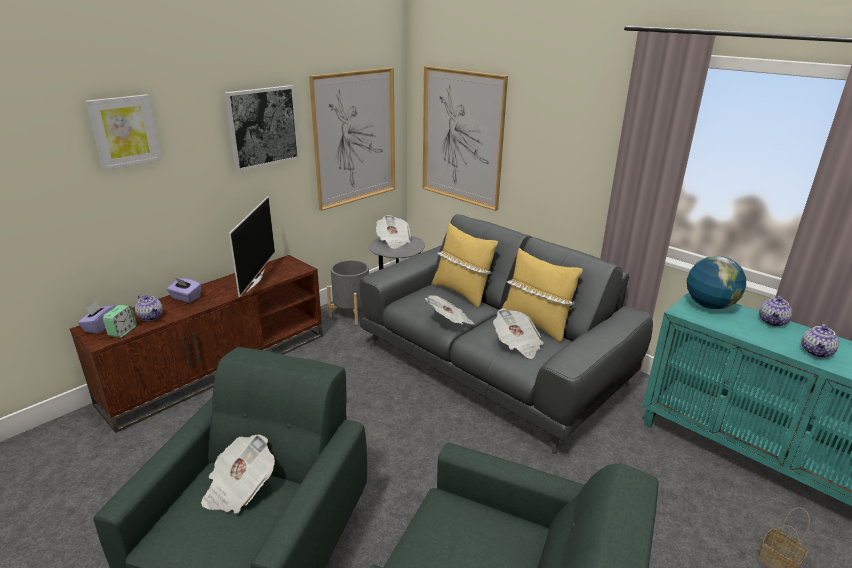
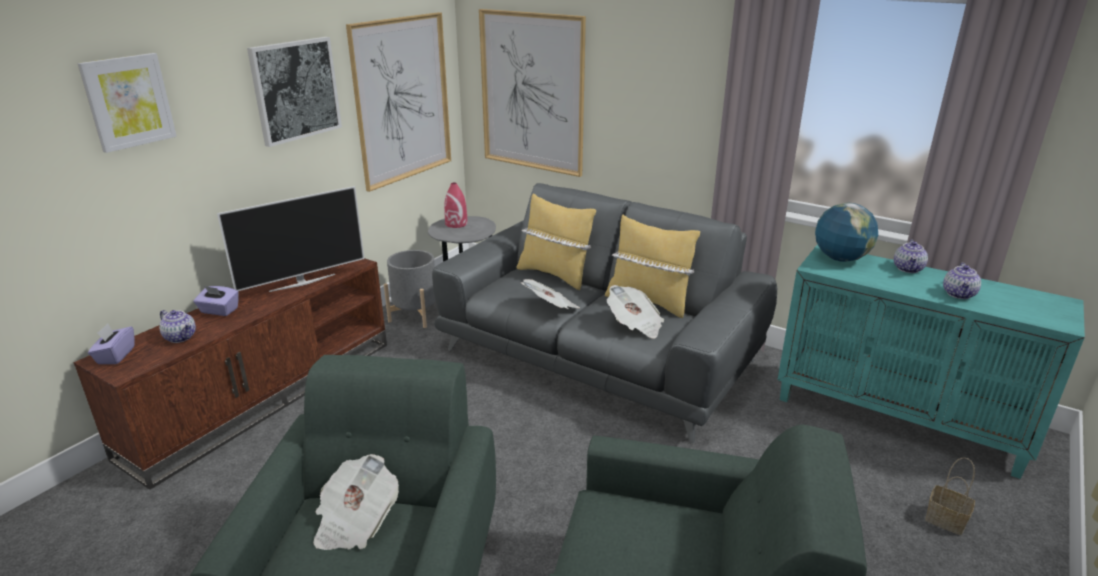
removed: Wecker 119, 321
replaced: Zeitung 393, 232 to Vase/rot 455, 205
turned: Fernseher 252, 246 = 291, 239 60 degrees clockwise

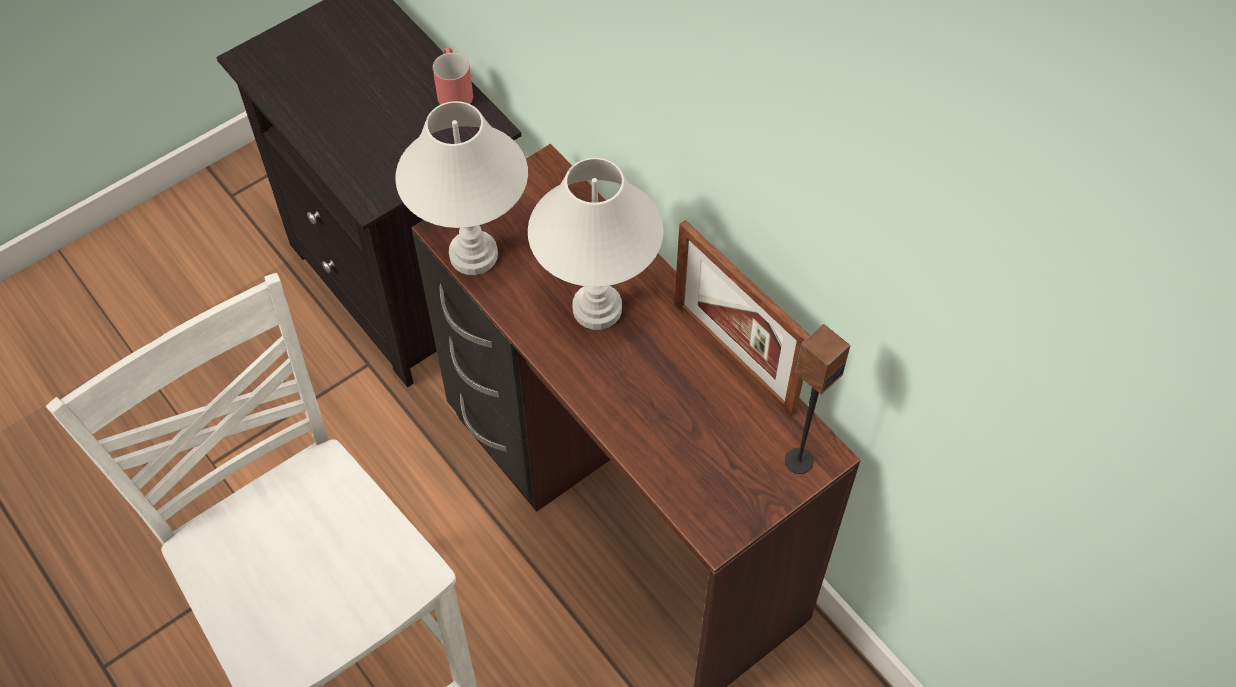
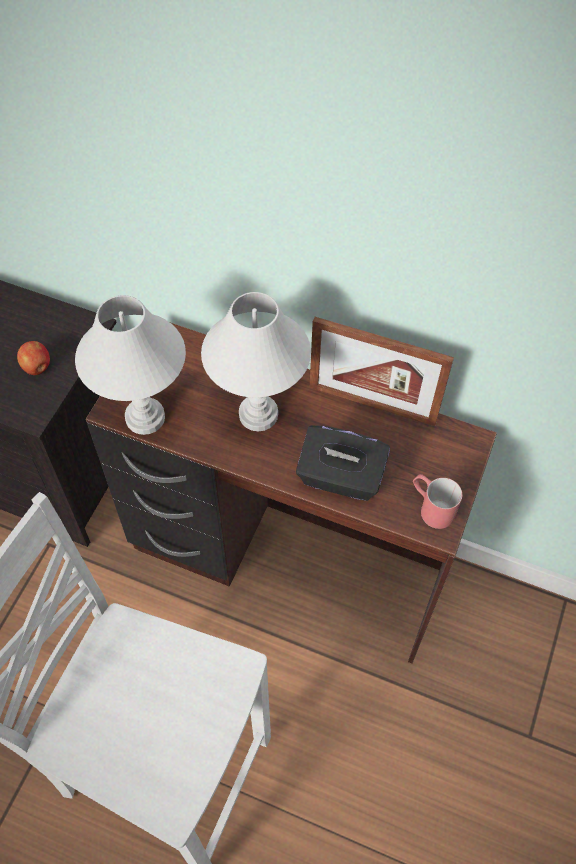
removed: Lautsprecher 817, 399
added: Apfel 33, 358; Taschentuchbox/schwarz 343, 463
moved: Henkelbecher/rot 453, 76 to 437, 501

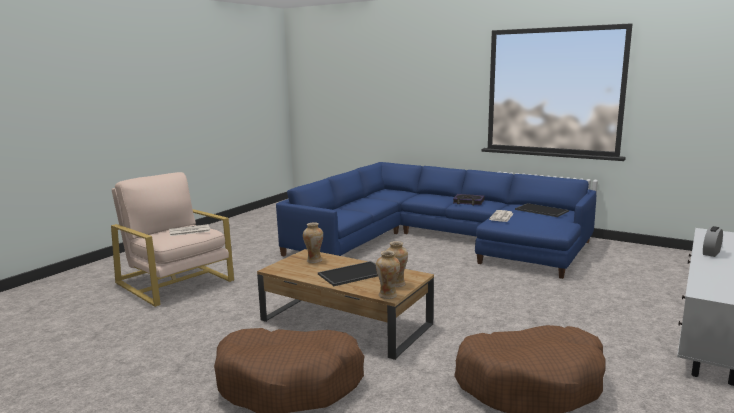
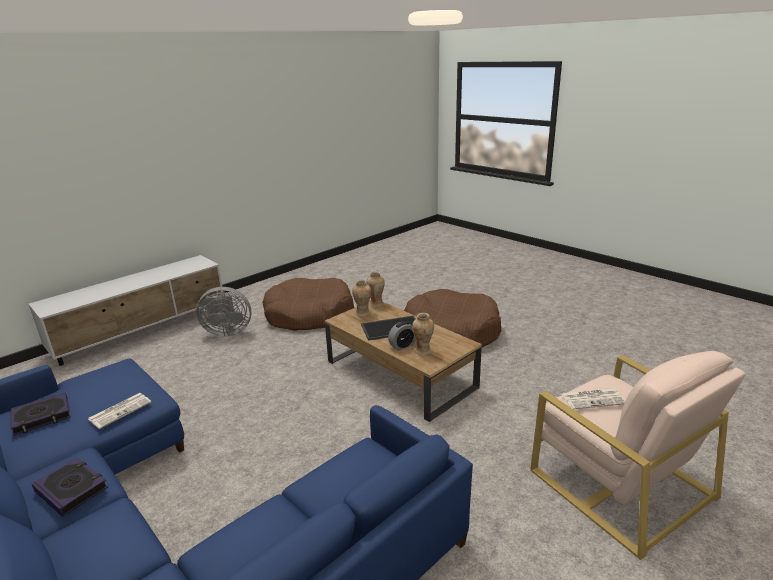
added: Ventilator/grau 223, 312
moved: Wecker 713, 241 to 402, 336
replaced: Tablett 542, 210 to Buch 41, 413

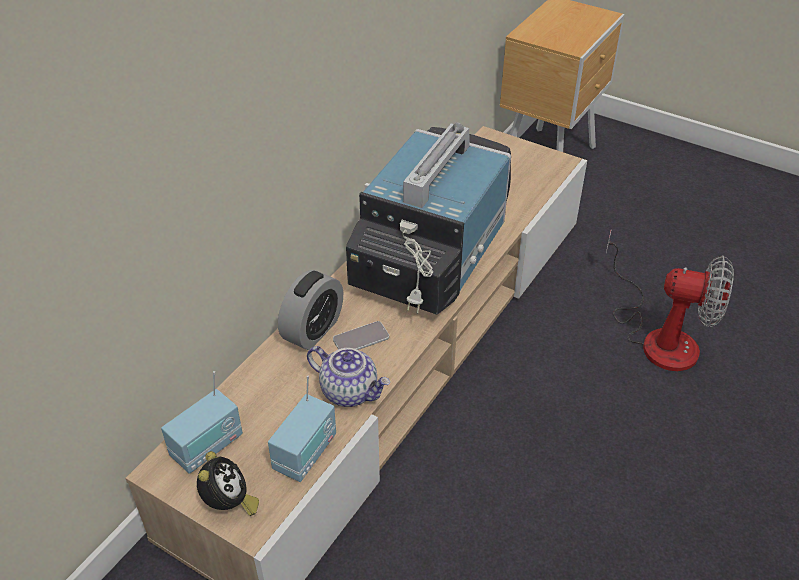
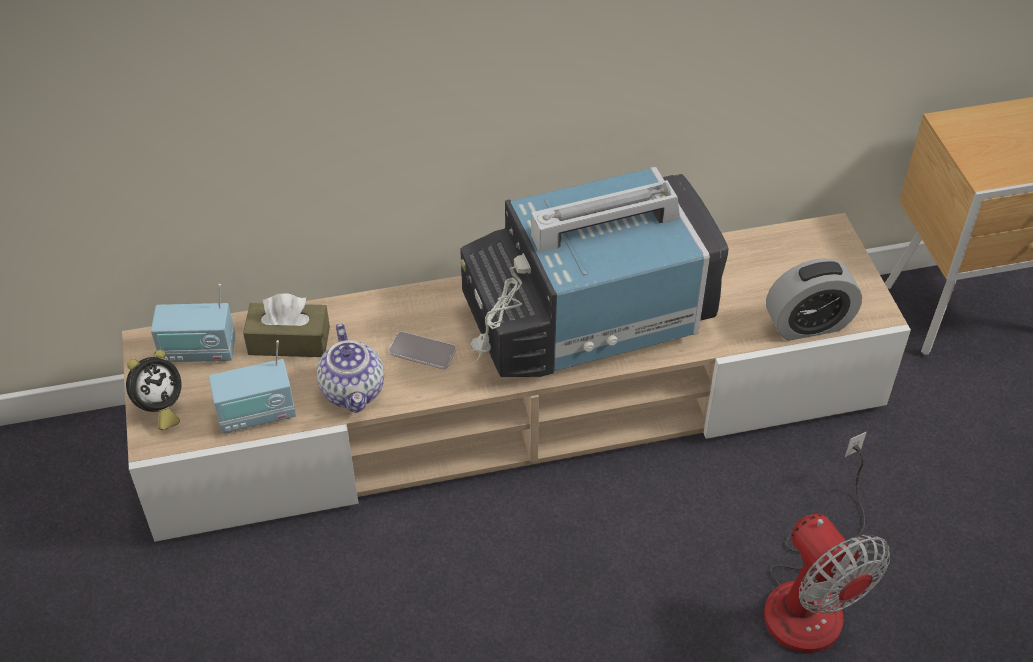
added: Taschentuchbox/braun 286, 325
moved: Wecker 310, 310 to 814, 299

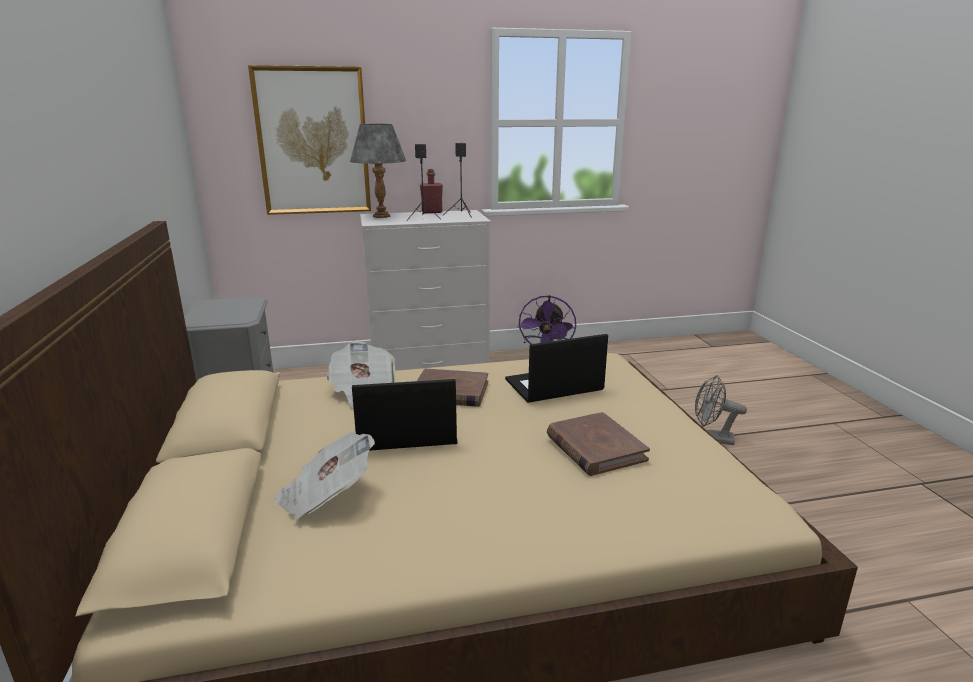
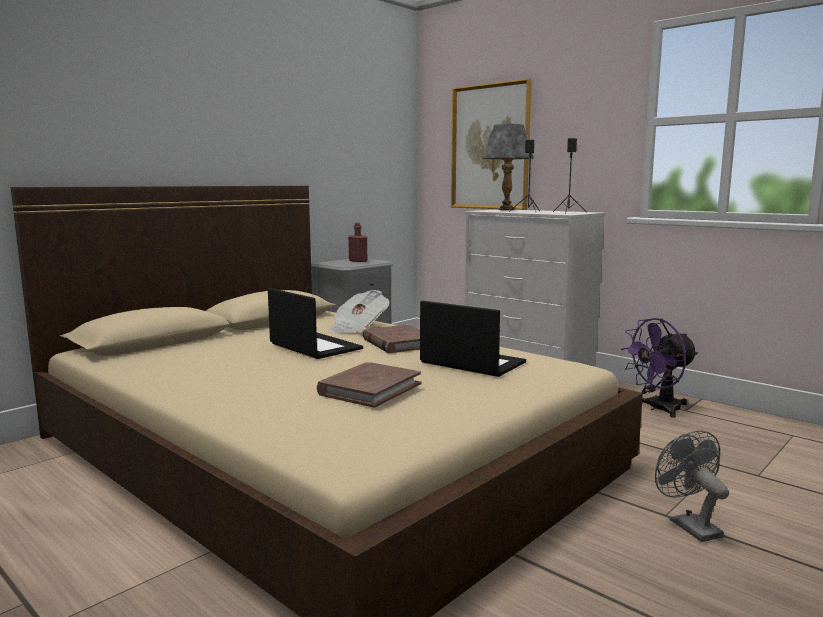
removed: Zeitung 325, 476
moved: Flasche/rot 431, 191 to 357, 242

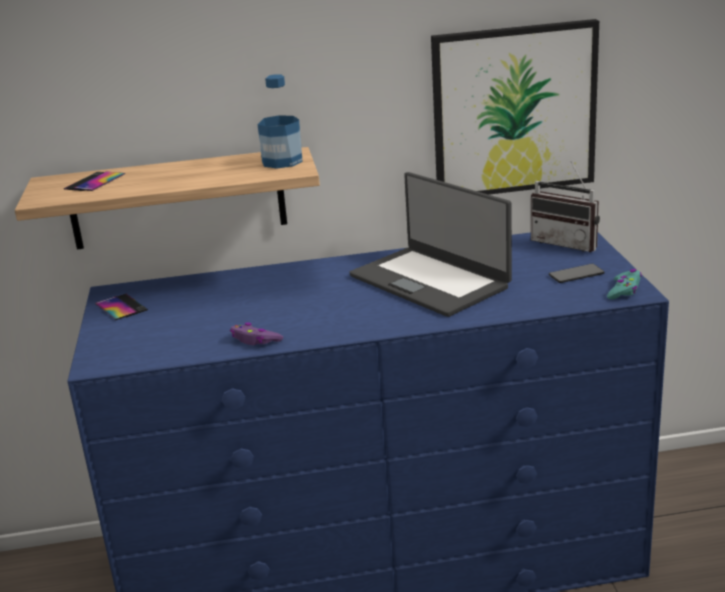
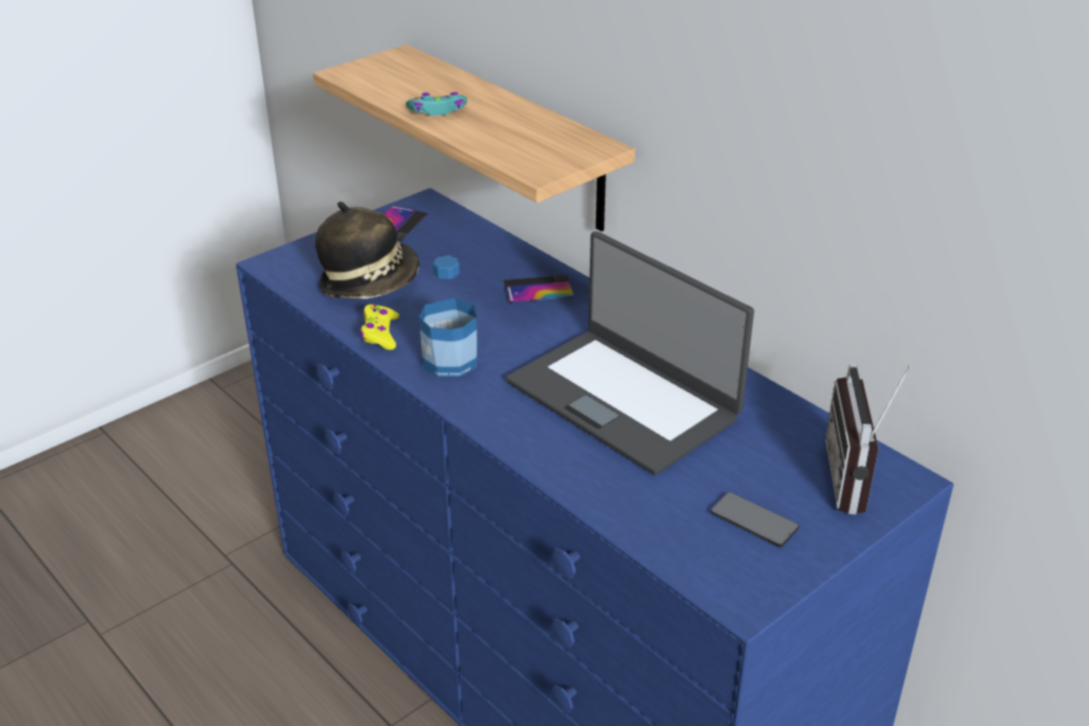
removed: Bild 515, 107
added: Hut 367, 250
moved: Handy 94, 181 to 539, 289; Flasche 280, 121 to 448, 316; Gamepad/türkis 624, 284 to 436, 104
recoloured: Gamepad/lila 256, 334 to Gamepad/gelb 379, 327
turned: Laptop 430, 244 = 630, 353 60 degrees counterclockwise

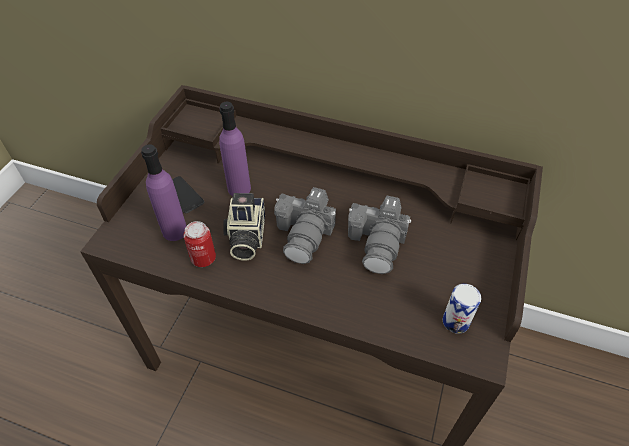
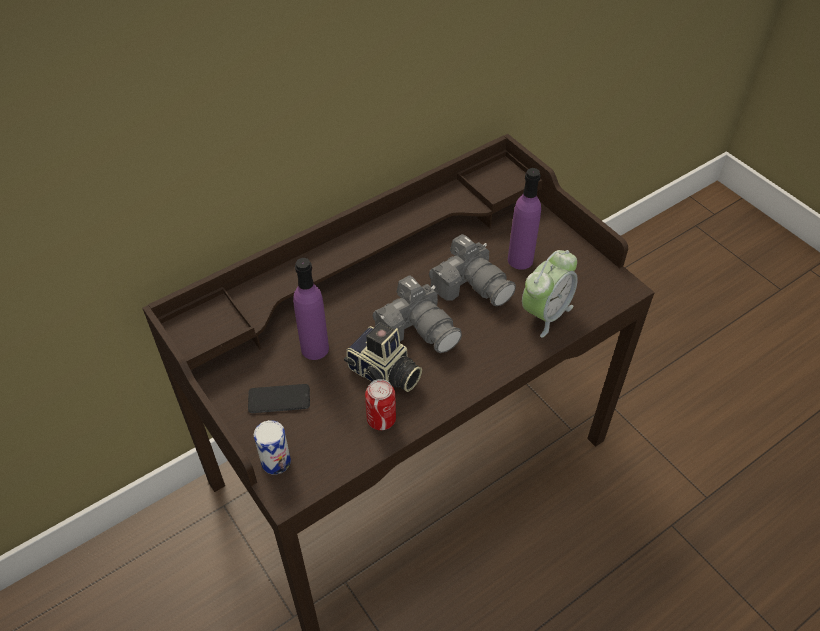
added: Wecker 550, 294
moved: Flasche/lila 163, 192 to 524, 219; Dose 462, 309 to 272, 447

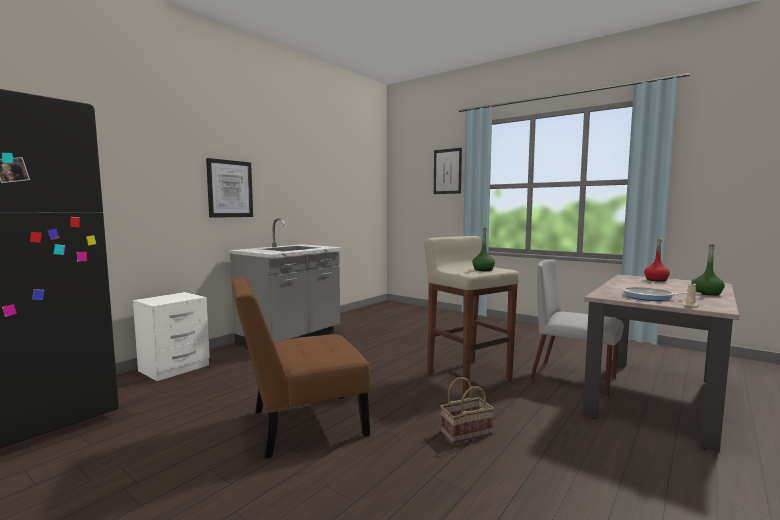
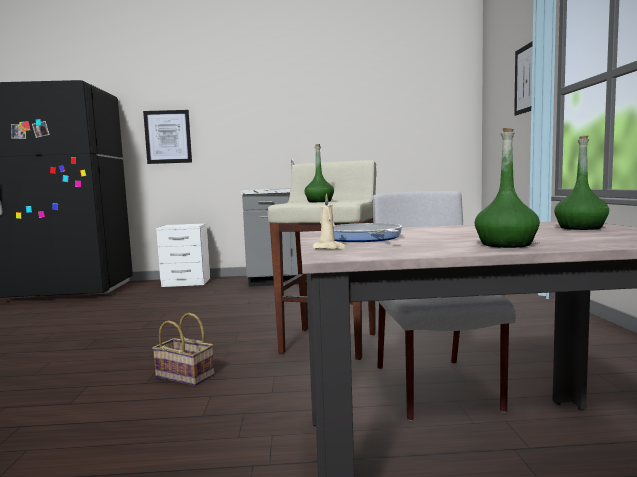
removed: Stuhl/braun 300, 368
moved: Bild 229, 188 to 167, 137
recoloured: Flasche/rot 657, 260 to Flasche/grün 581, 182

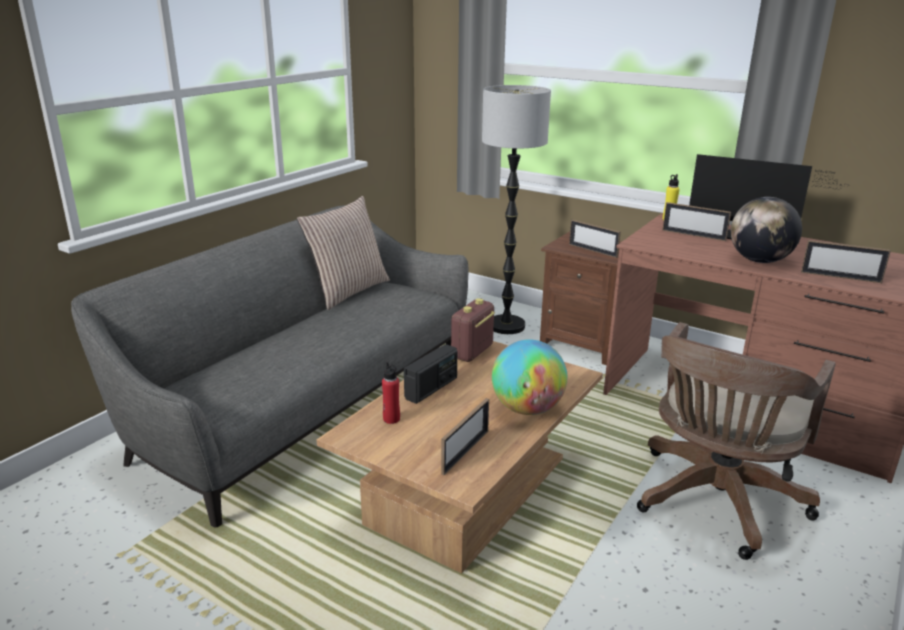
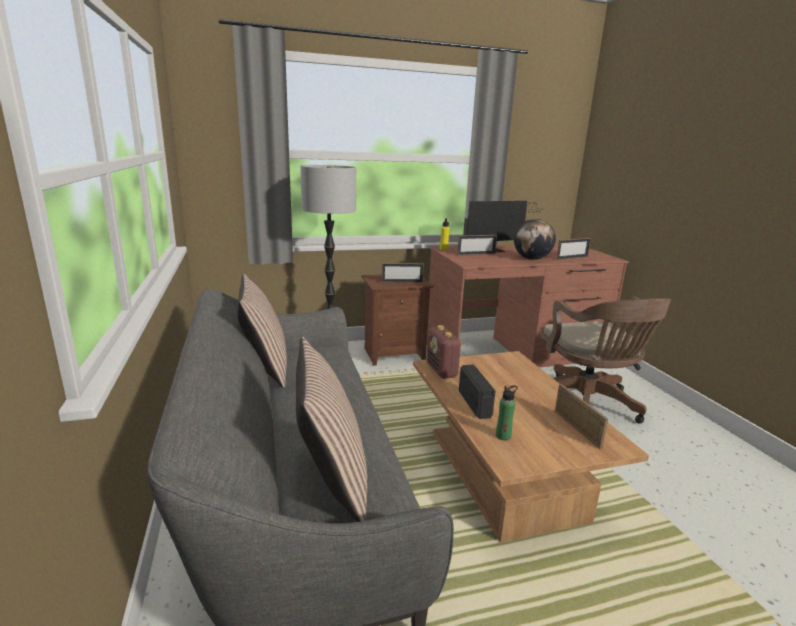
removed: Globus 529, 377
added: Kissen 331, 429
recoloured: Flasche/rot 391, 393 to Flasche/grün 507, 413

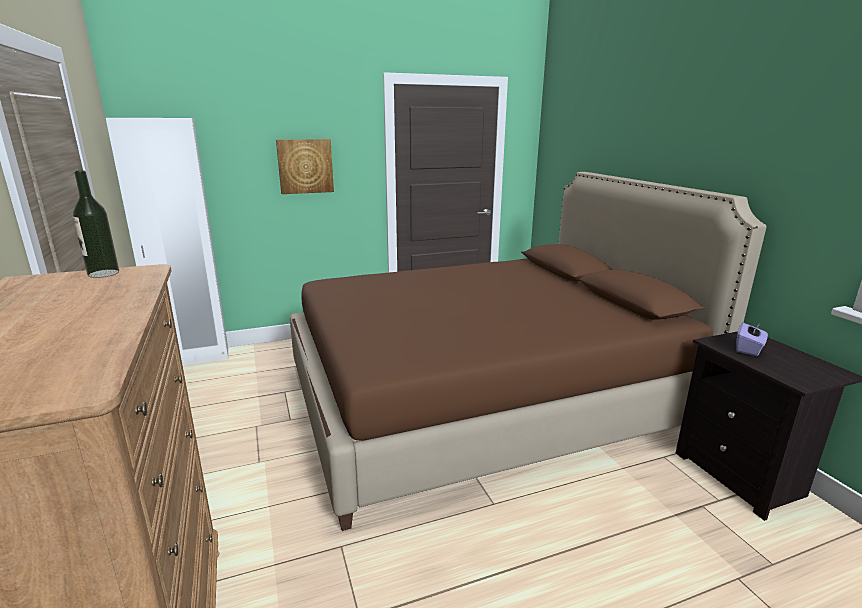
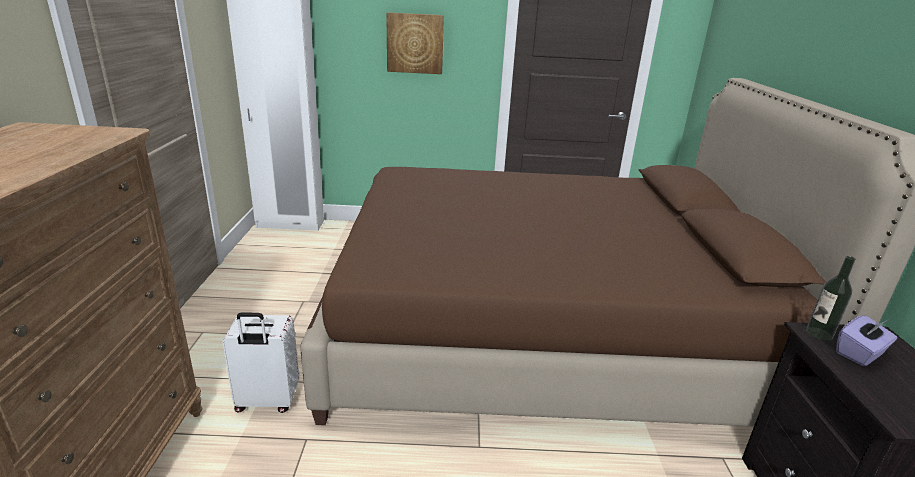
added: Koffer/weiß 260, 362
moved: Flasche 96, 224 to 831, 298

